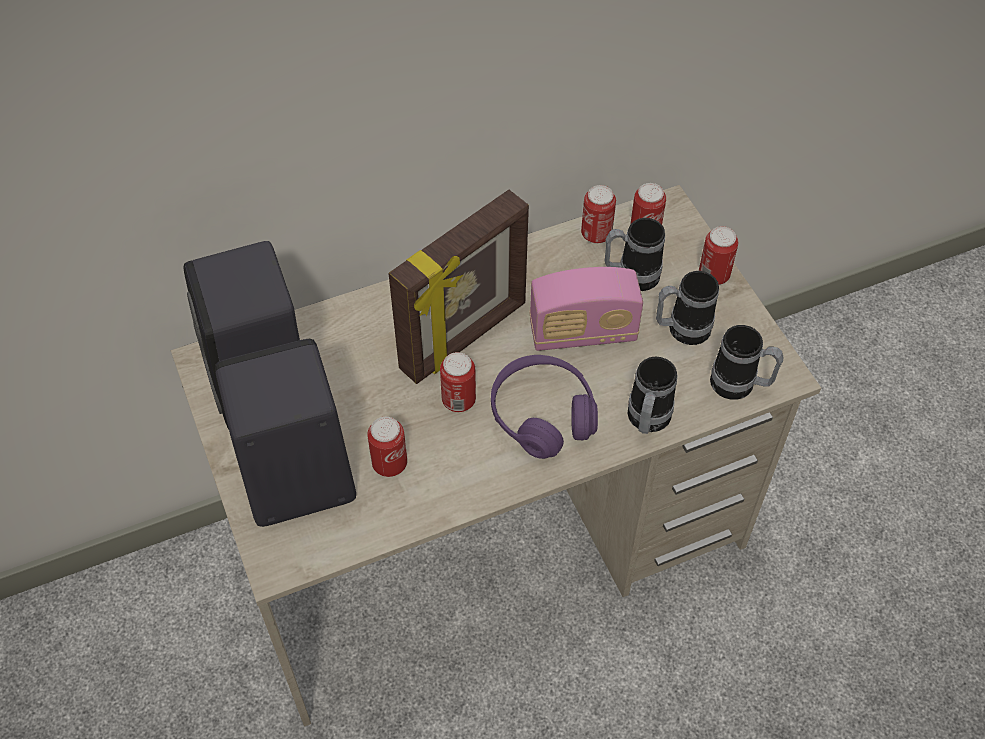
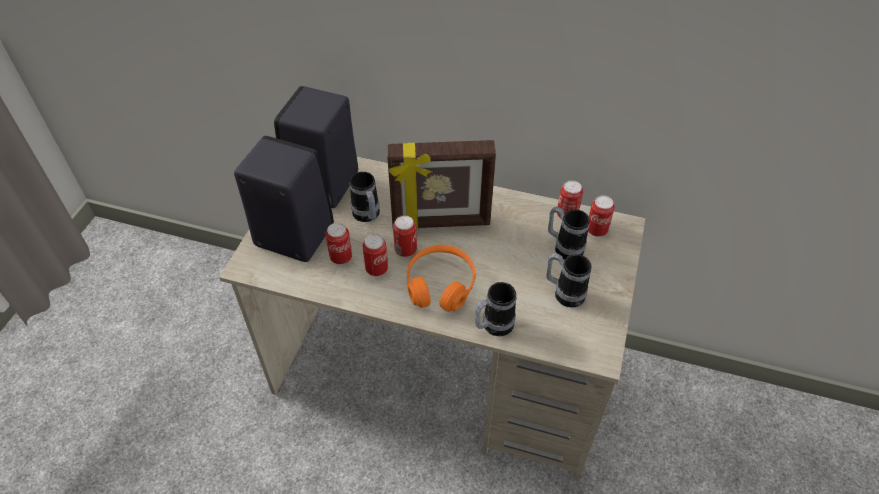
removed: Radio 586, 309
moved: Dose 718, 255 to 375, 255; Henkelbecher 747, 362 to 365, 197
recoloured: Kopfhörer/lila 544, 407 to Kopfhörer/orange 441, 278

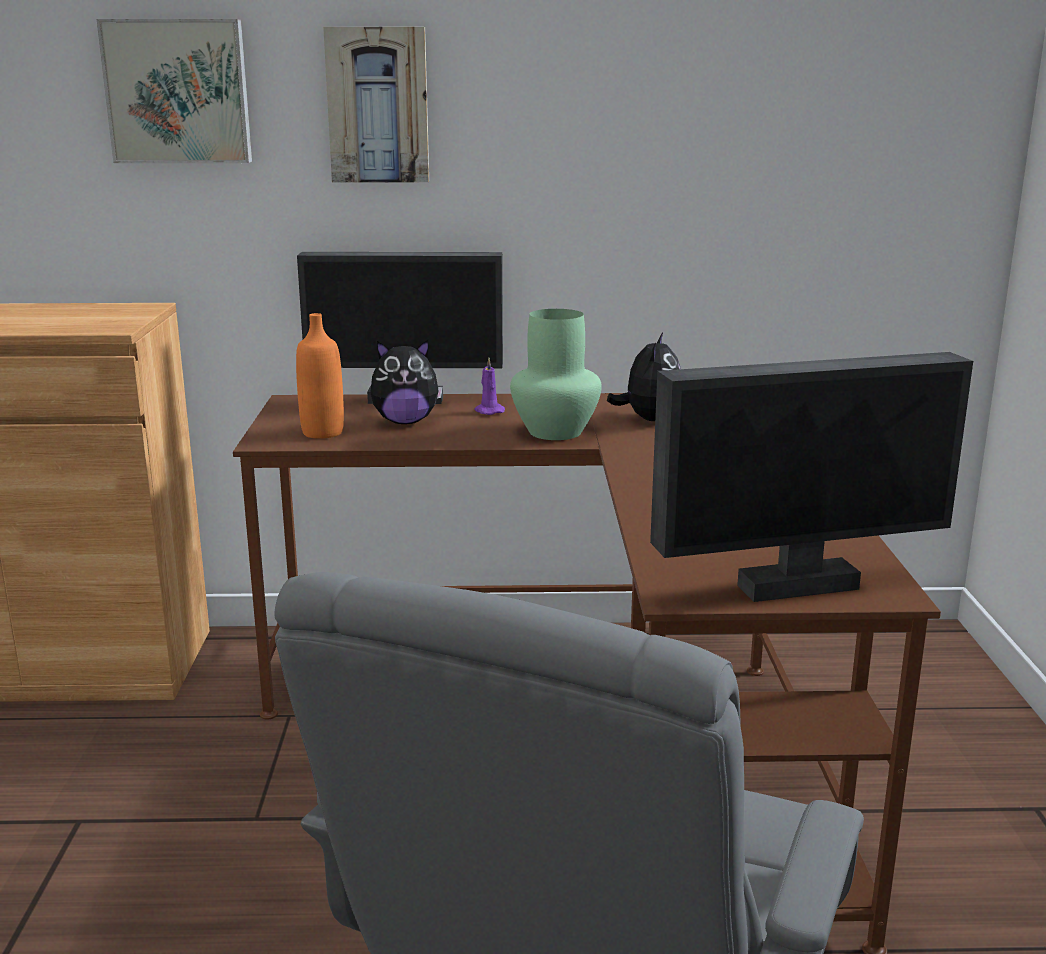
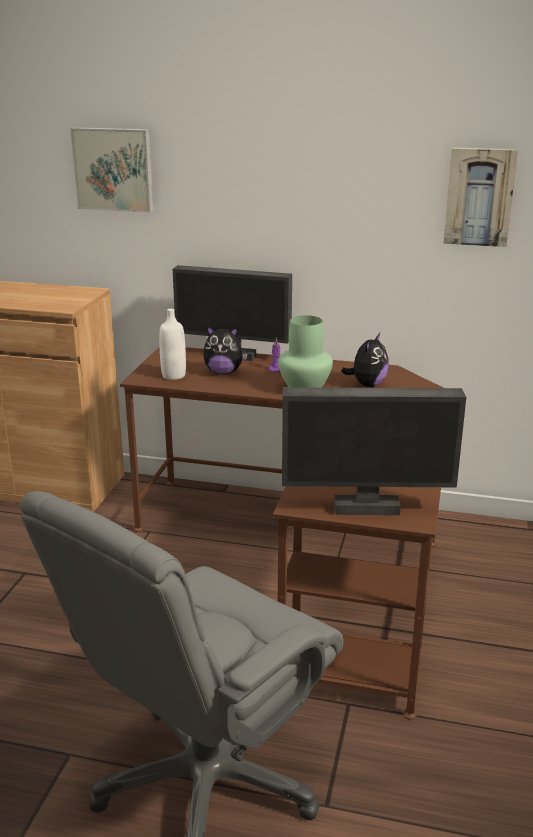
moved: Bild 376, 105 to 481, 197
recoloured: Flasche/orange 320, 376 to Flasche/weiß 172, 344

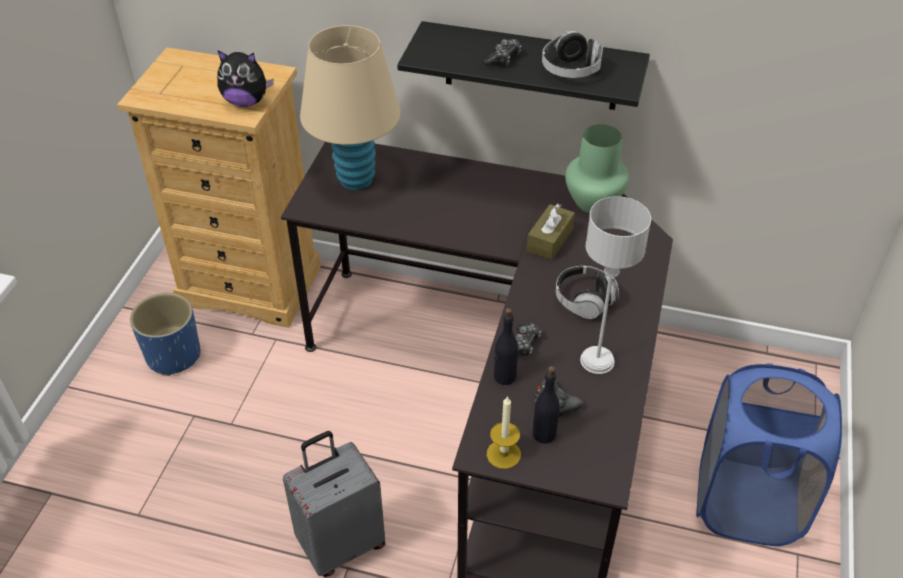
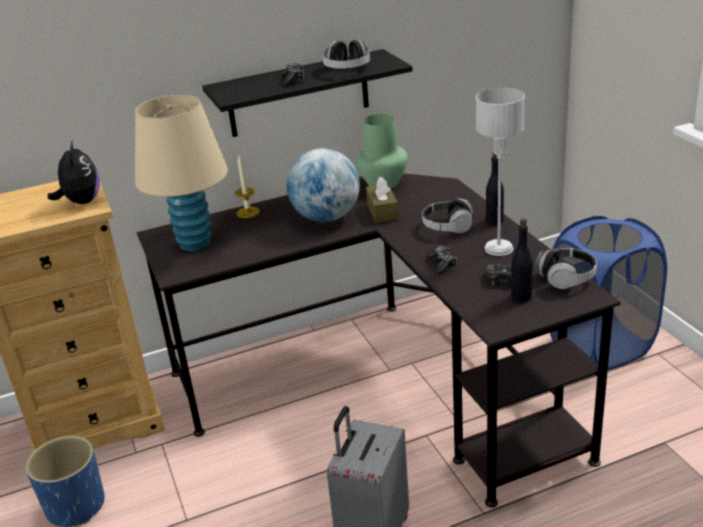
added: Globus 323, 185; Kopfhörer 566, 268
moved: Kerze 504, 432 to 247, 186; Flasche/schwarz 506, 346 to 495, 188
turned: Plüschtier 245, 78 = 73, 172 75 degrees counterclockwise

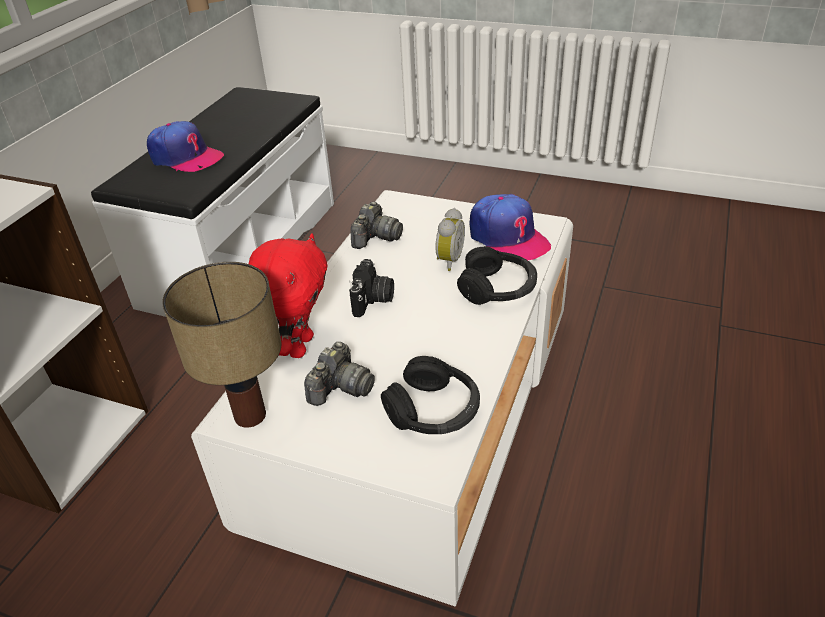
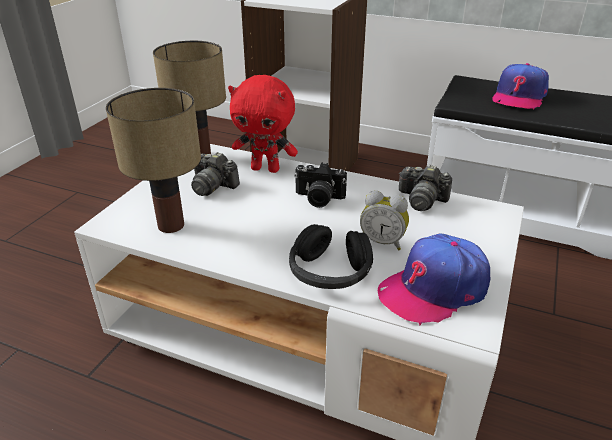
replaced: Kopfhörer/schwarz 430, 395 to Tischlampe 153, 160

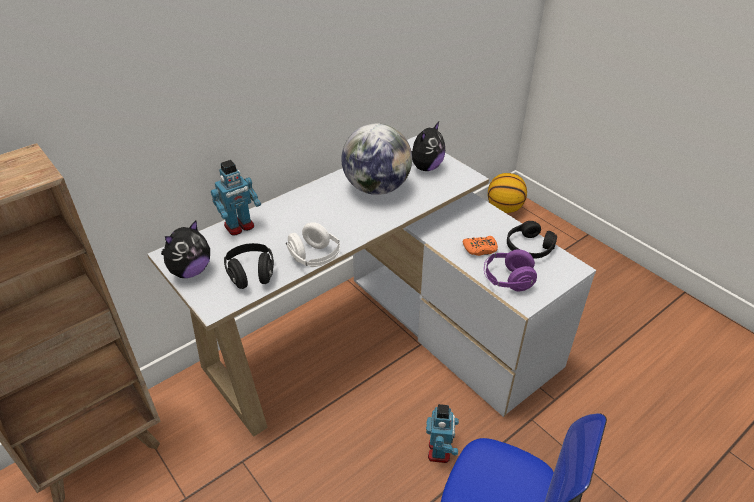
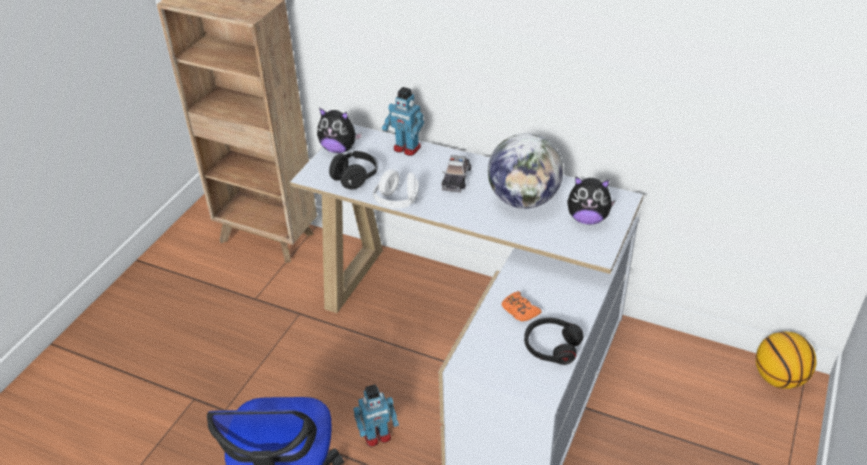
removed: Kopfhörer/lila 510, 270
added: Spielzeugauto 456, 173

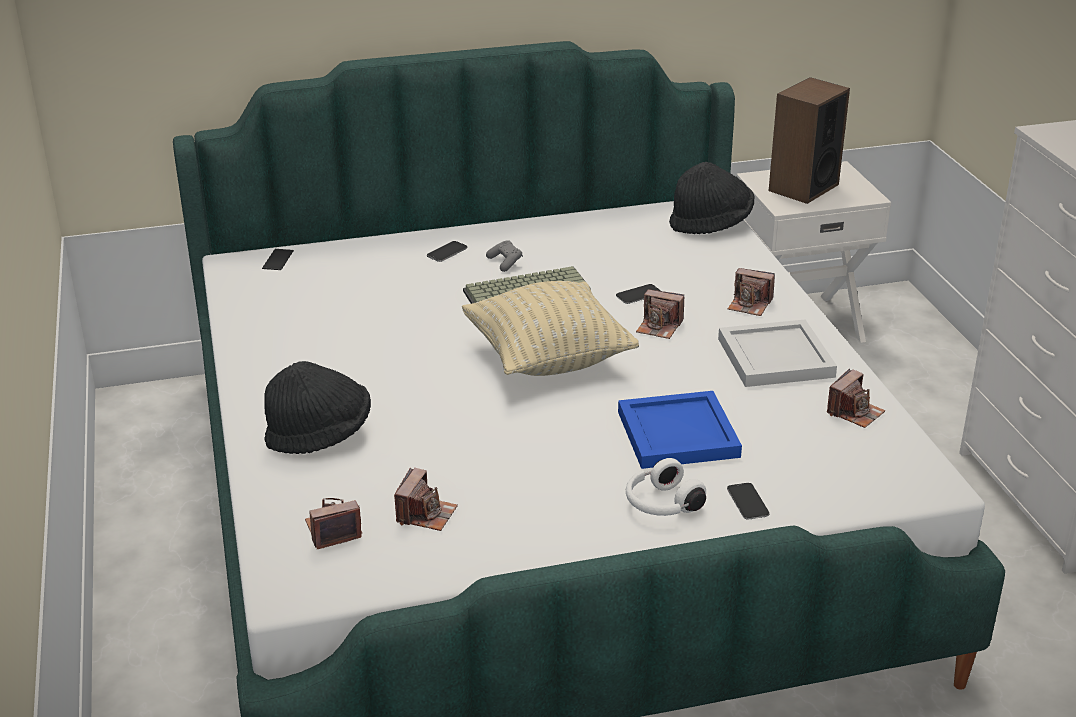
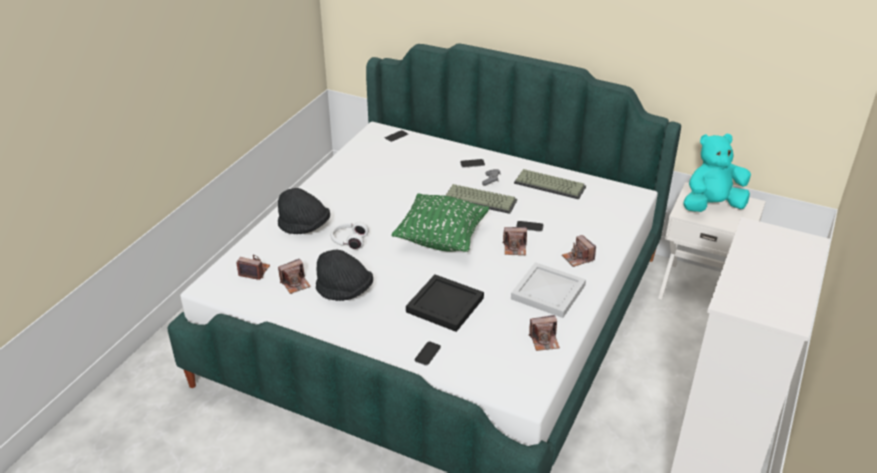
added: Tastatur 550, 184
moved: Kopfhörer/weiß 666, 487 to 350, 235; Hut/schwarz 711, 198 to 344, 275
replaced: Lautsprecher 809, 140 to Plüschtier/türkis 717, 172
recoloured: Kissen/beige 550, 328 to Kissen/grün 440, 222; Tablett/blau 680, 430 to Tablett/schwarz 445, 303
turned: Kamera 660, 314 = 515, 241 60 degrees counterclockwise

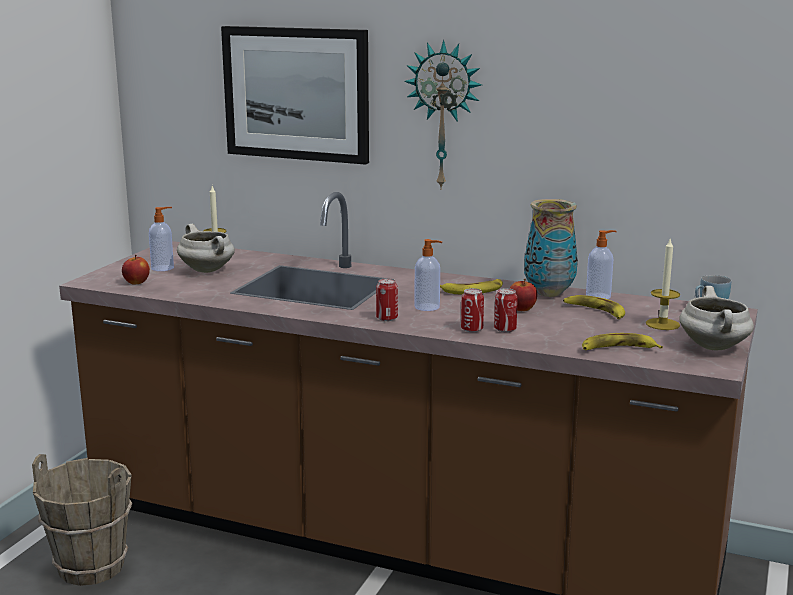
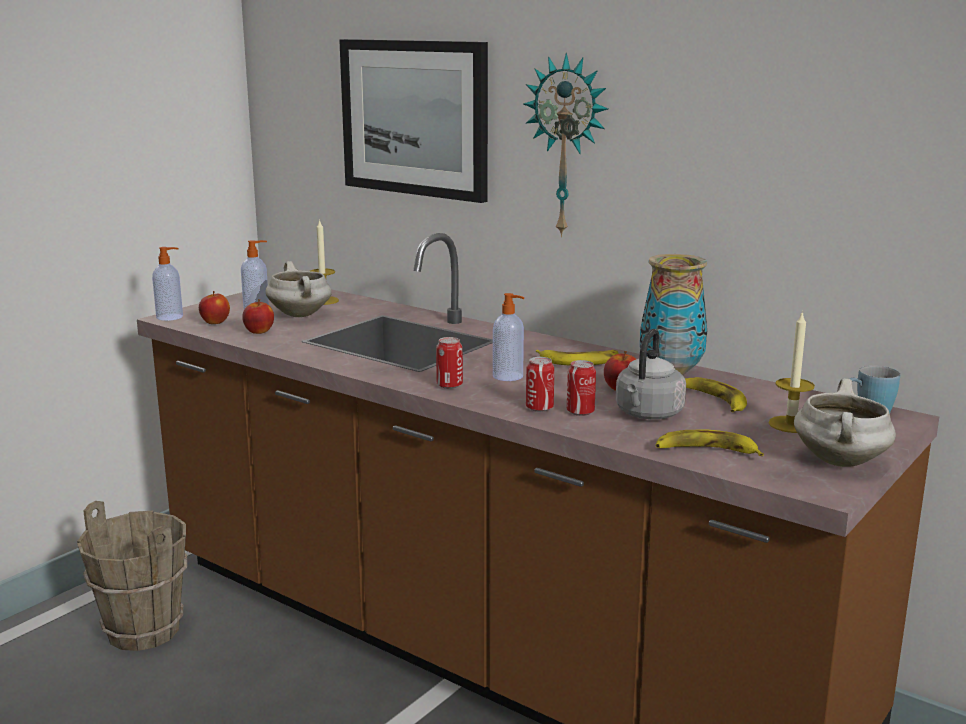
added: Apfel 258, 316; Wasserkessel/grau 651, 374
moved: Seifenspender 601, 264 to 167, 284

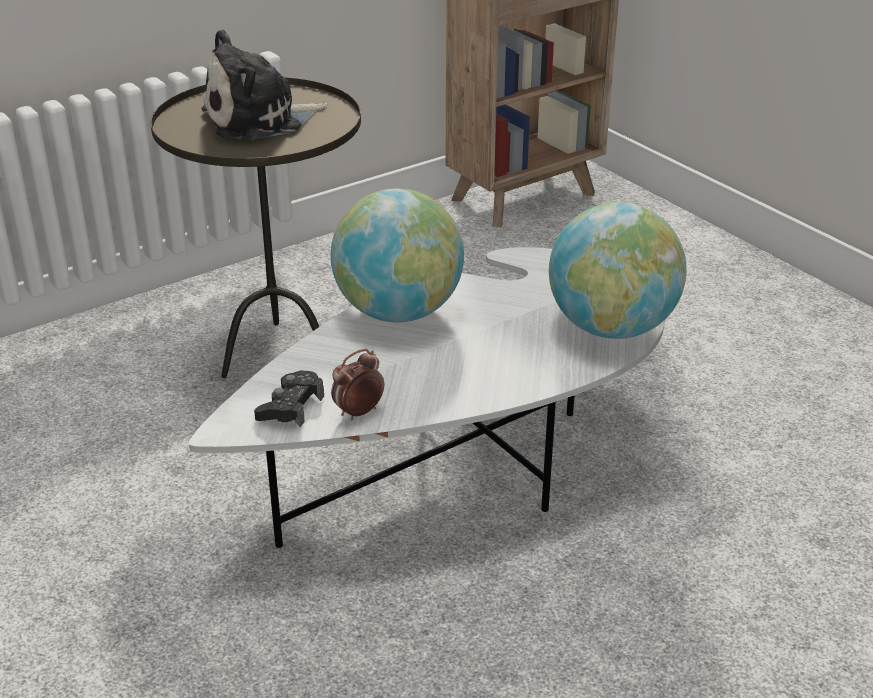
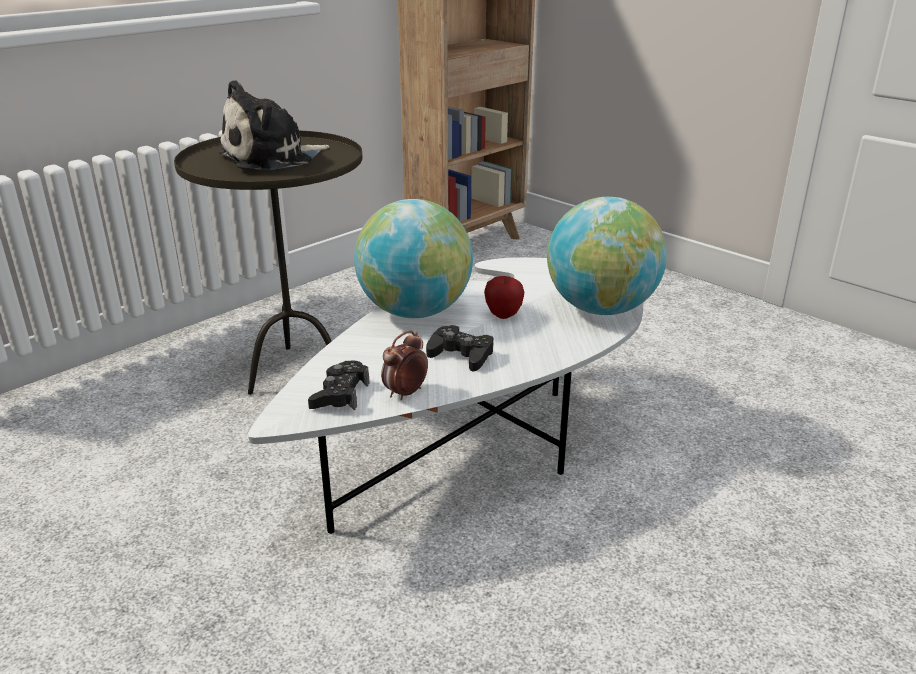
added: Gamepad/schwarz 460, 348; Apfel 504, 297

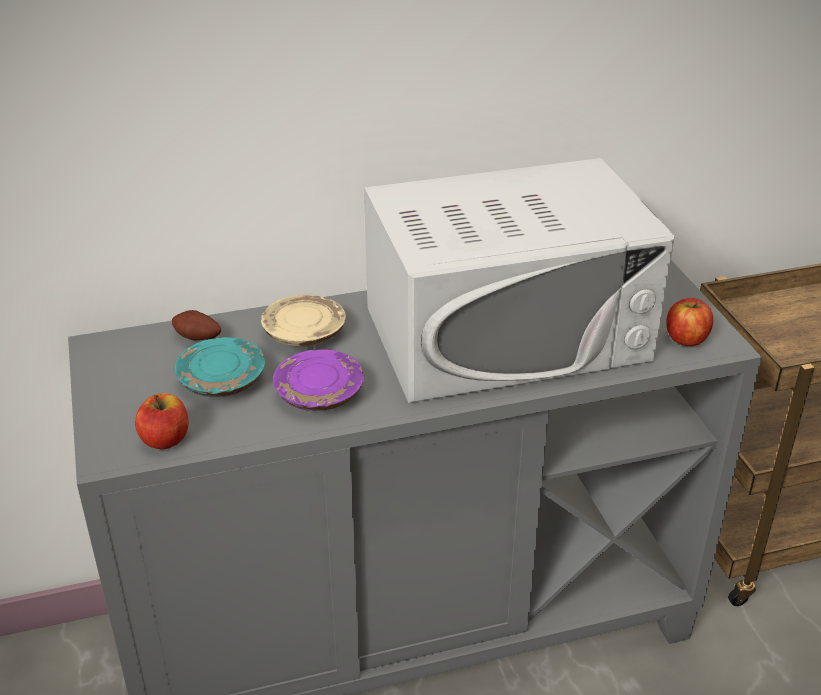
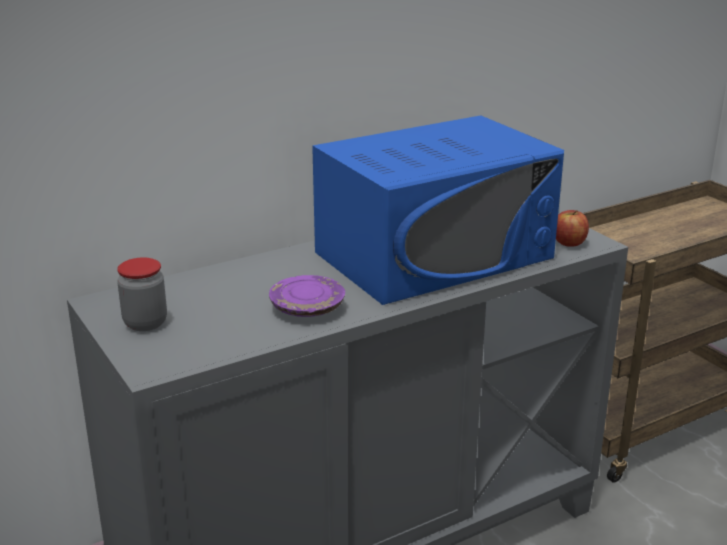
removed: Apfel 161, 421; Kartoffel 196, 325; Teller/türkis 219, 367; Teller/beige 303, 320
added: Vorratsglas 142, 294
recoloured: Mikrowelle/weiß 519, 280 to Mikrowelle/blau 438, 210

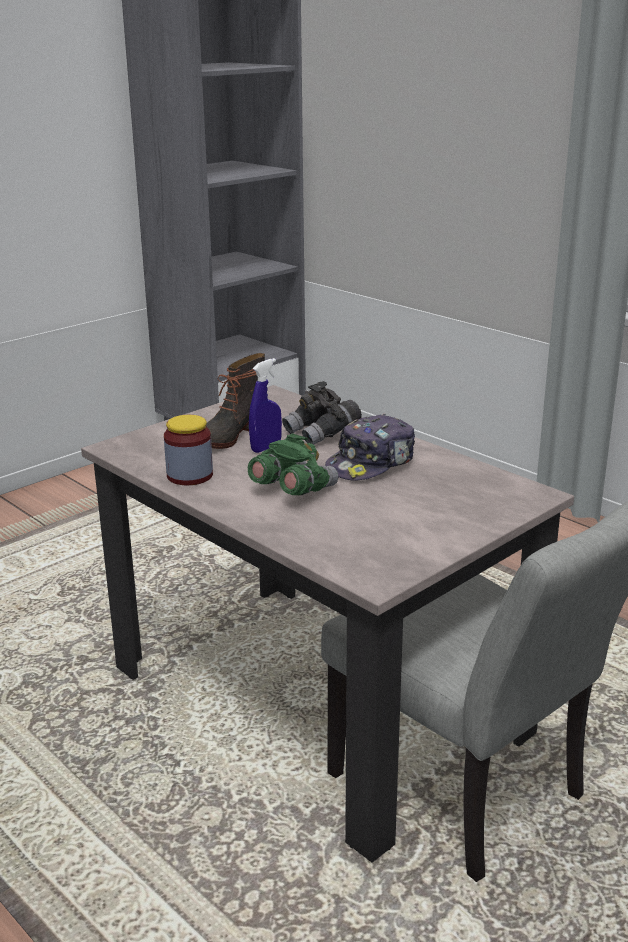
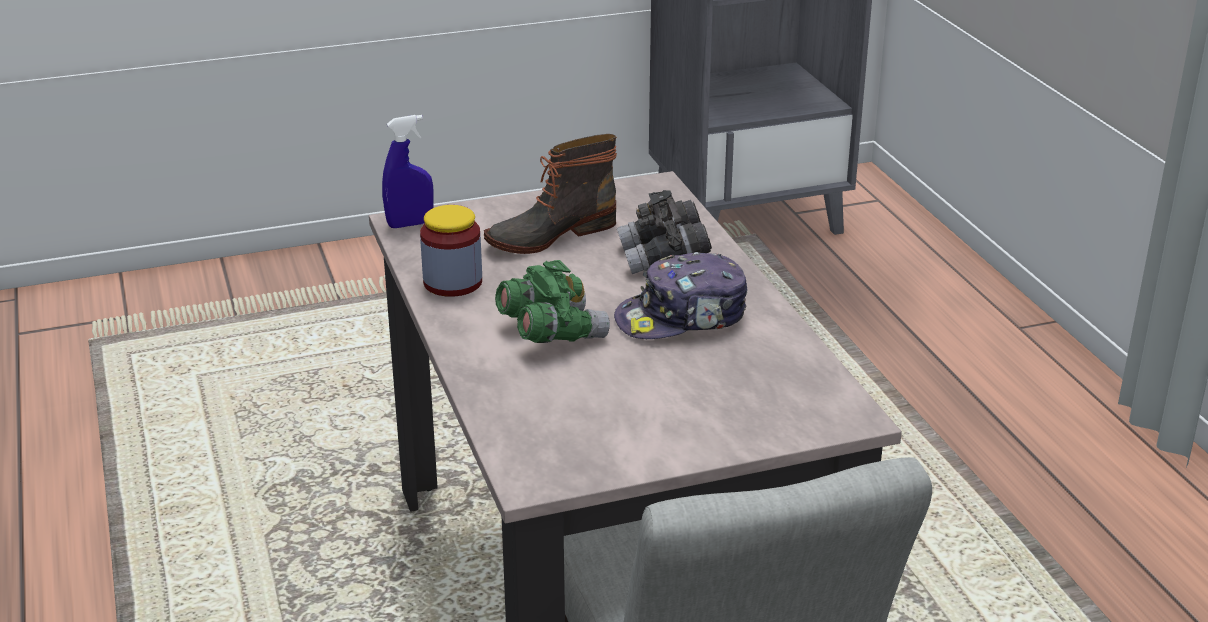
moved: Sprühflasche/blau 265, 405 to 408, 171

